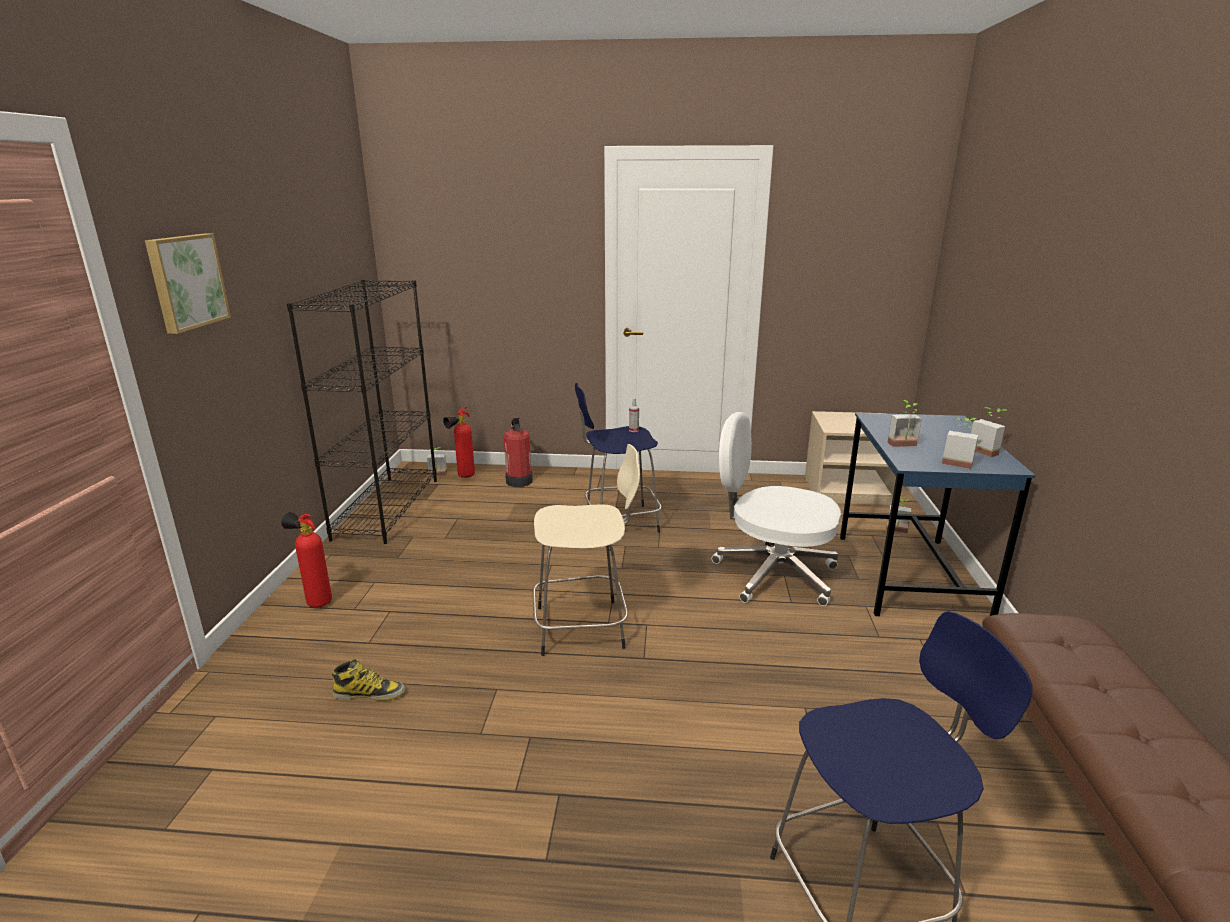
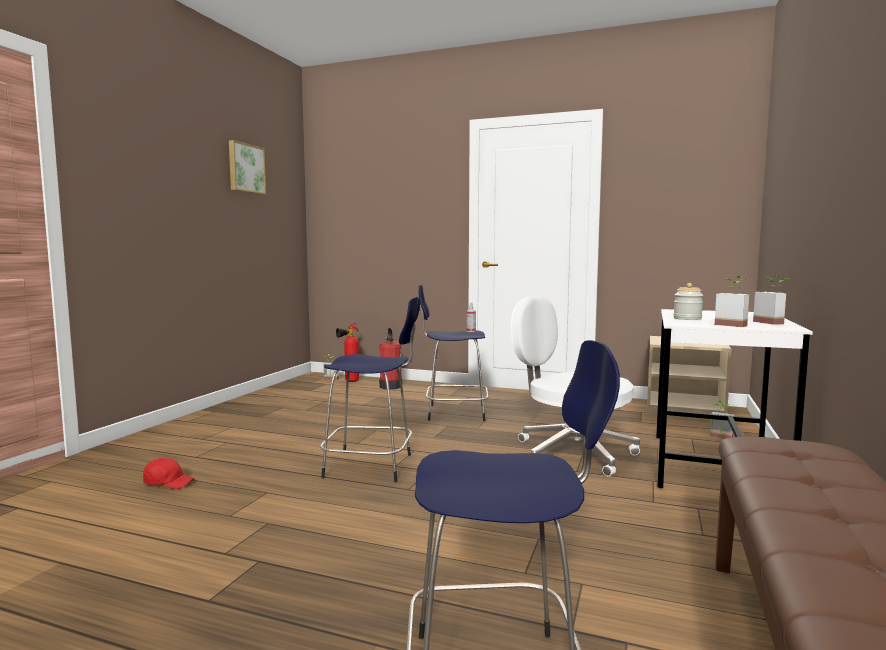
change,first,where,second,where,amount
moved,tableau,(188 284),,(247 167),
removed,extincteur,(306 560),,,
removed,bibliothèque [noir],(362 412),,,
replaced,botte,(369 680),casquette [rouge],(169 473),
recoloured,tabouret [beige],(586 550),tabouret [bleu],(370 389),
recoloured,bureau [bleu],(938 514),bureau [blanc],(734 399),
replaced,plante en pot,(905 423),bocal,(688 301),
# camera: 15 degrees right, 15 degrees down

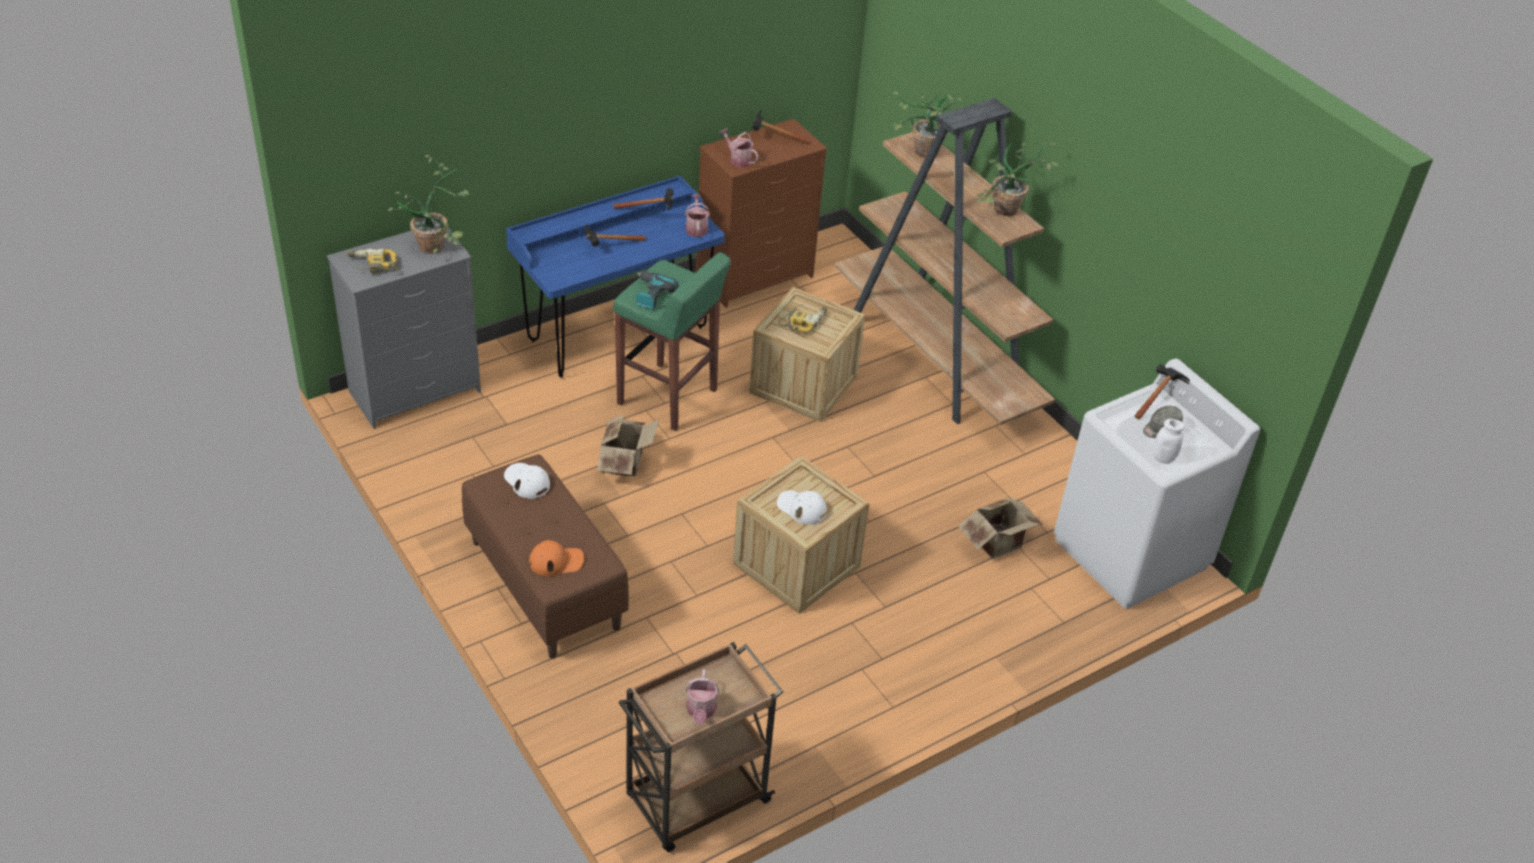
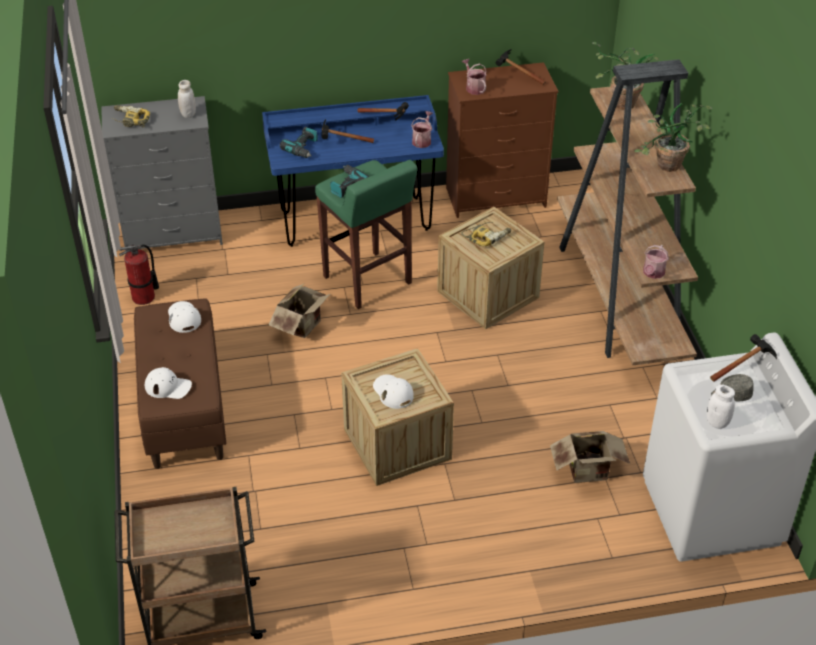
change,first,where,second,where,amount
replaced,plante en pot,(428 204),bocal [blanc],(187 99),
recoloured,casquette [orange],(556 558),casquette [blanc],(168 383),
moved,arrosoir,(702 696),,(656 262),
added,,,extincteur,(139 274),
added,,,perceuse,(299 142),
# camera: 25 degrees right, 0 degrees up

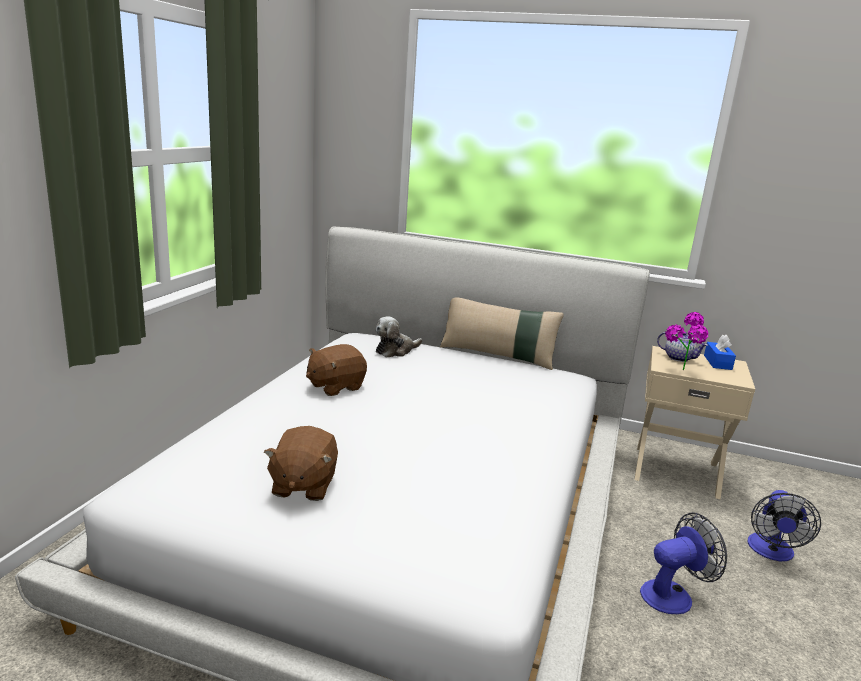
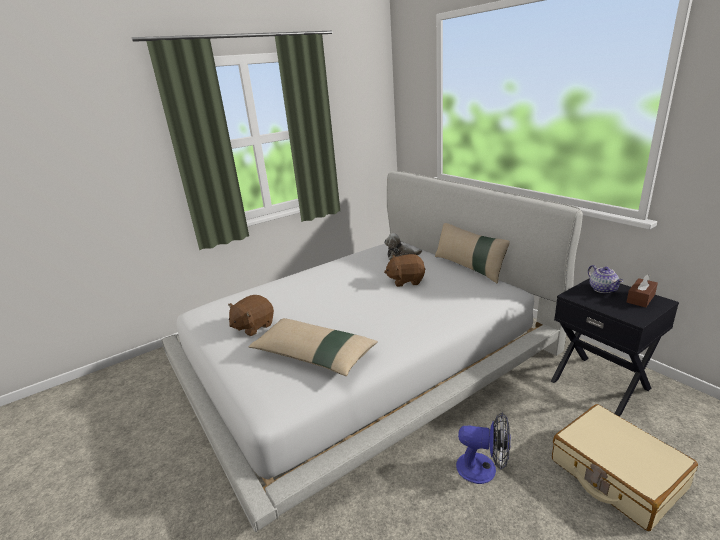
change,first,where,second,where,amount
moved,peluche [marron],(336 370),,(404 270),
recoloured,table de chevet [beige],(695 422),table de chevet [noir],(615 347),
removed,plante en pot,(687 341),,,
recoloured,boîte à mouchoirs [bleu],(720 352),boîte à mouchoirs [marron],(642 291),
replaced,ventilateur,(784 525),valise [beige],(625 467),
added,,,coussin [beige],(313 347),
# camera: 40 degrees right, 5 degrees up

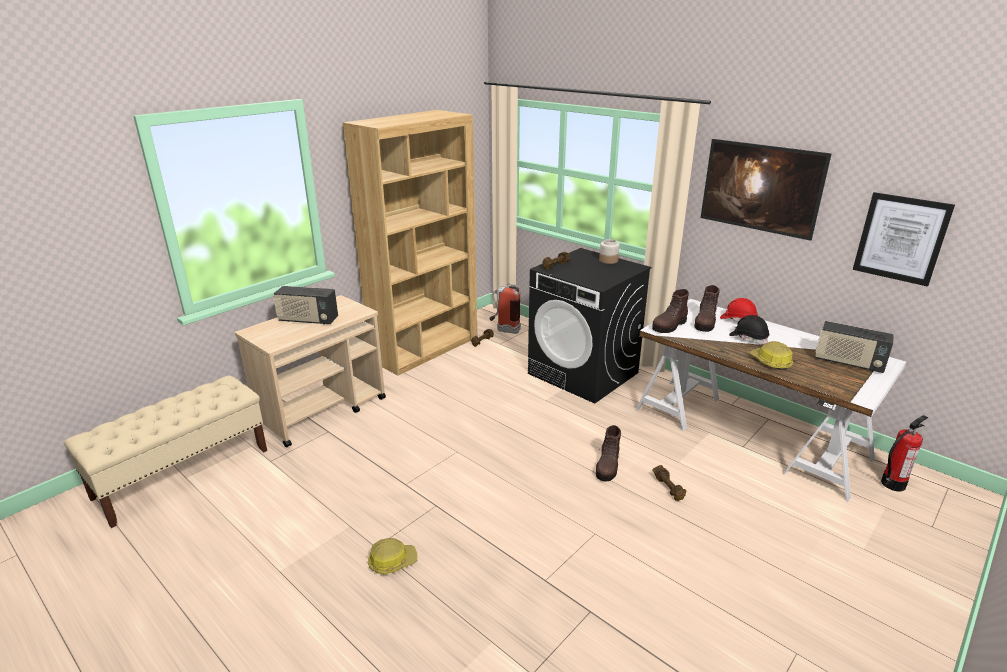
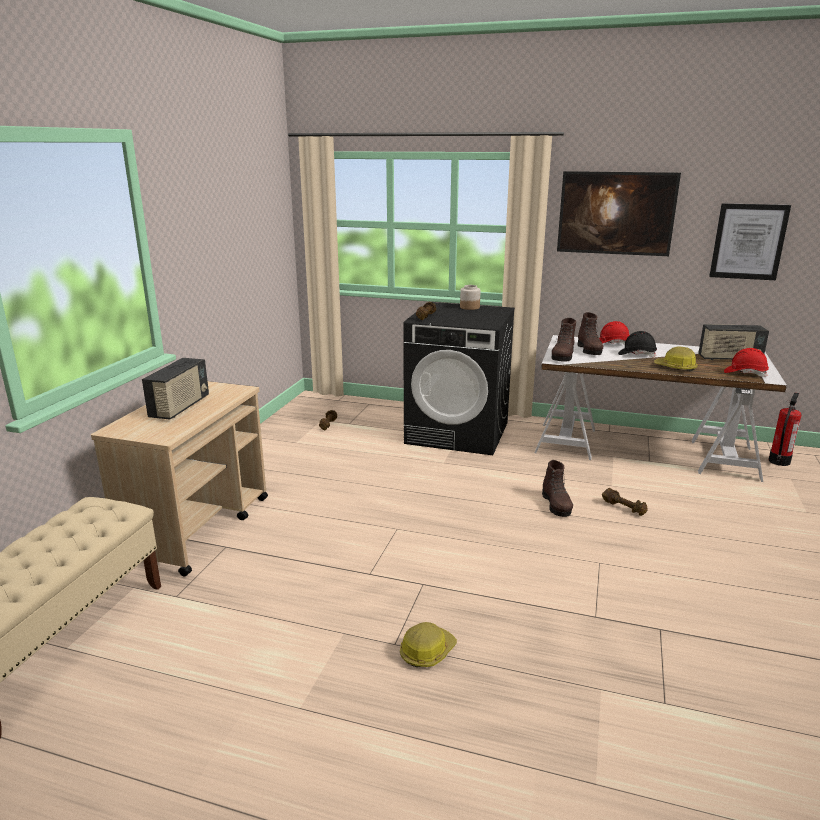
change,first,where,second,where,amount
turned,radio,(305 305),,(175 389),60 degrees counterclockwise
removed,bibliothèque [marron],(410 242),,,
removed,extincteur,(505 308),,,
added,,,casque de chantier [rouge],(746 362),
# camera: 25 degrees left, 5 degrees down

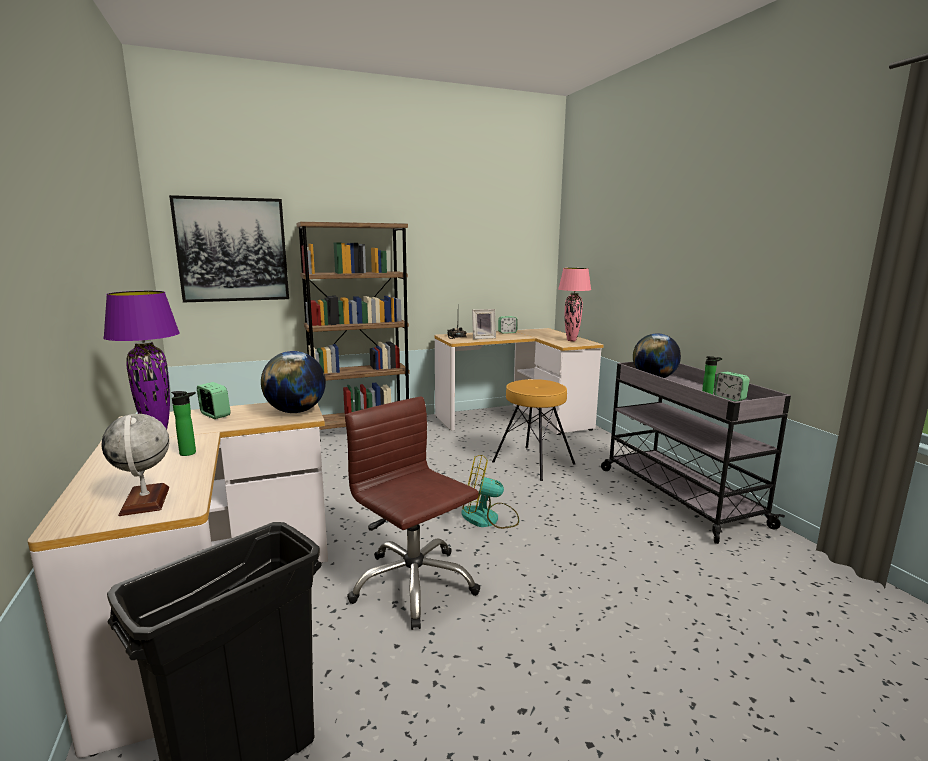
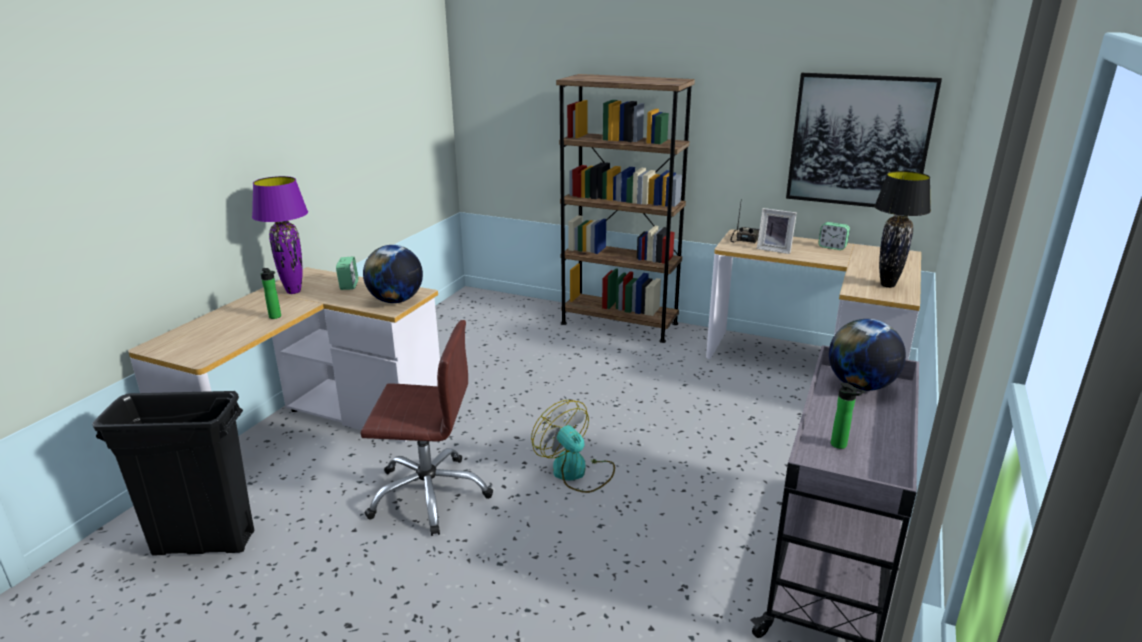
change,first,where,second,where,amount
removed,globe,(135 465),,,
moved,tableau,(229 249),,(864 140),
turned,chaise de bureau [marron],(412 513),,(426 428),90 degrees clockwise
removed,tabouret [marron],(533 430),,,
recoloured,lampe de table [rose],(574 304),lampe de table [noir],(902 229),
removed,réveil,(732 387),,,
# camera: 45 degrees right, 10 degrees up

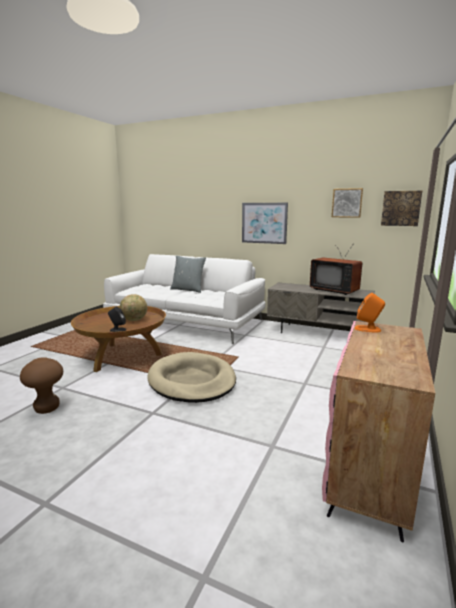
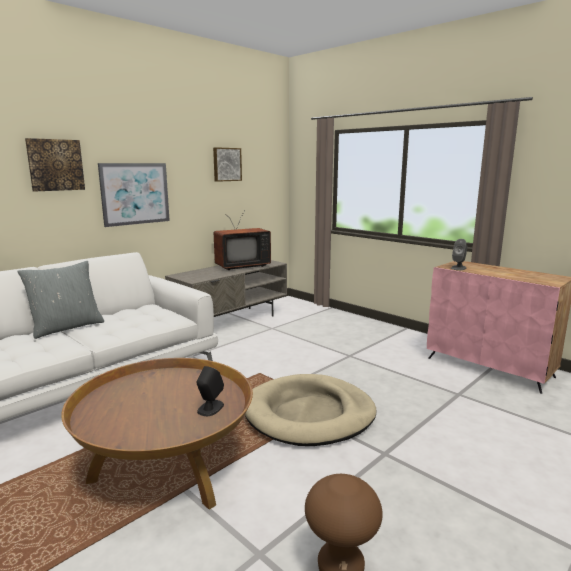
change,first,where,second,where,amount
removed,globe,(133 307),,,
recoloured,enceinte [orange],(370 312),enceinte [gris],(459 254),
moved,tableau,(401 208),,(55 165),
# camera: 70 degrees left, 0 degrees up

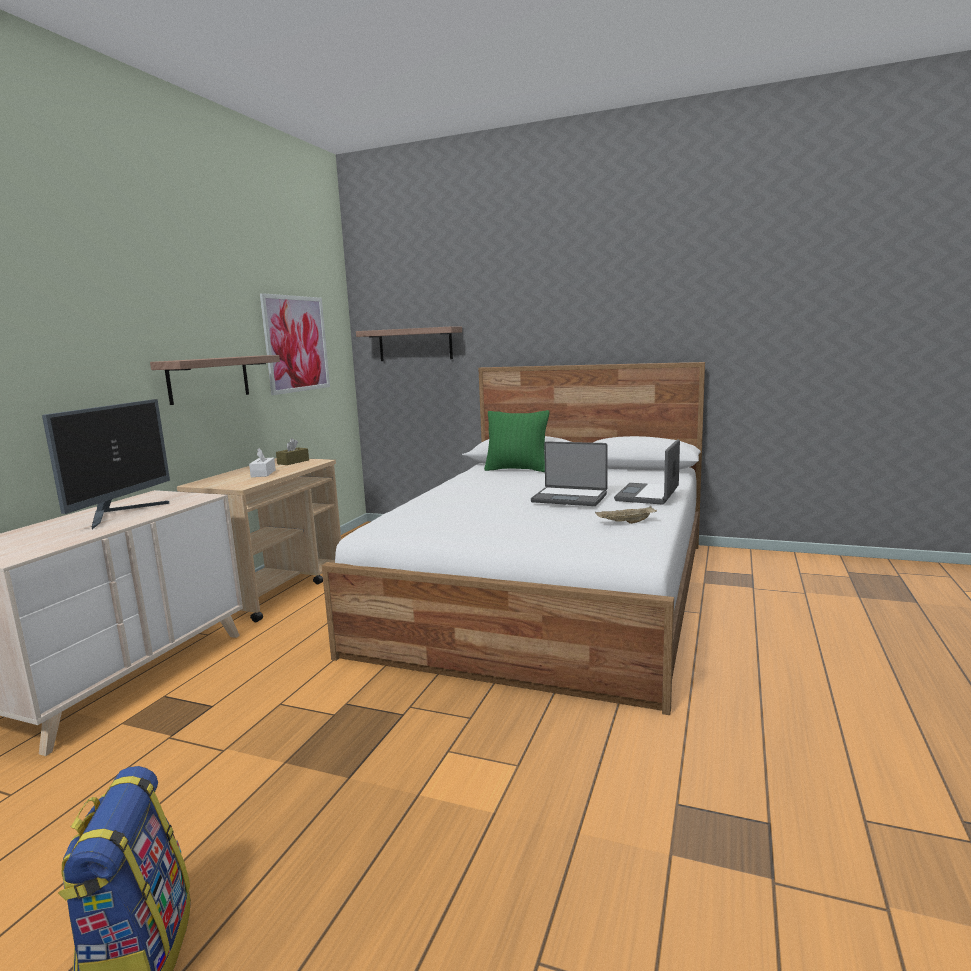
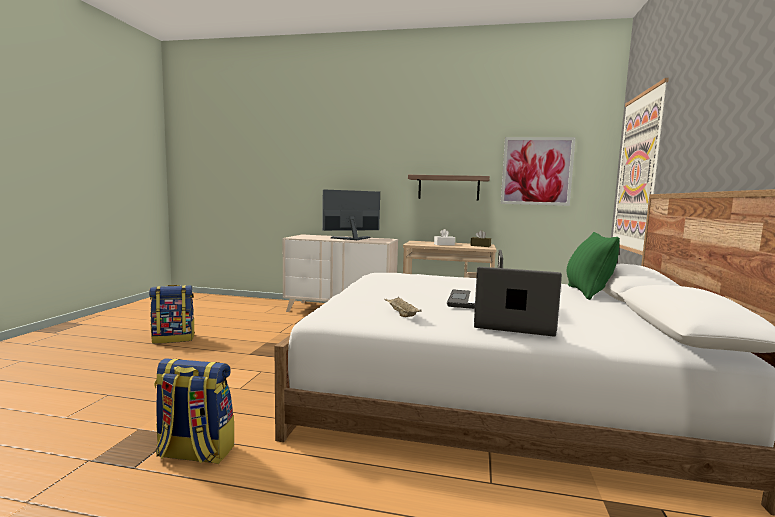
change,first,where,second,where,amount
turned,écran d'ordinateur,(106 464),,(351 214),150 degrees clockwise
replaced,étagère,(409 344),tableau,(641 166),
added,,,sac à dos,(194 411),
# camera: 80 degrees right, 5 degrees down

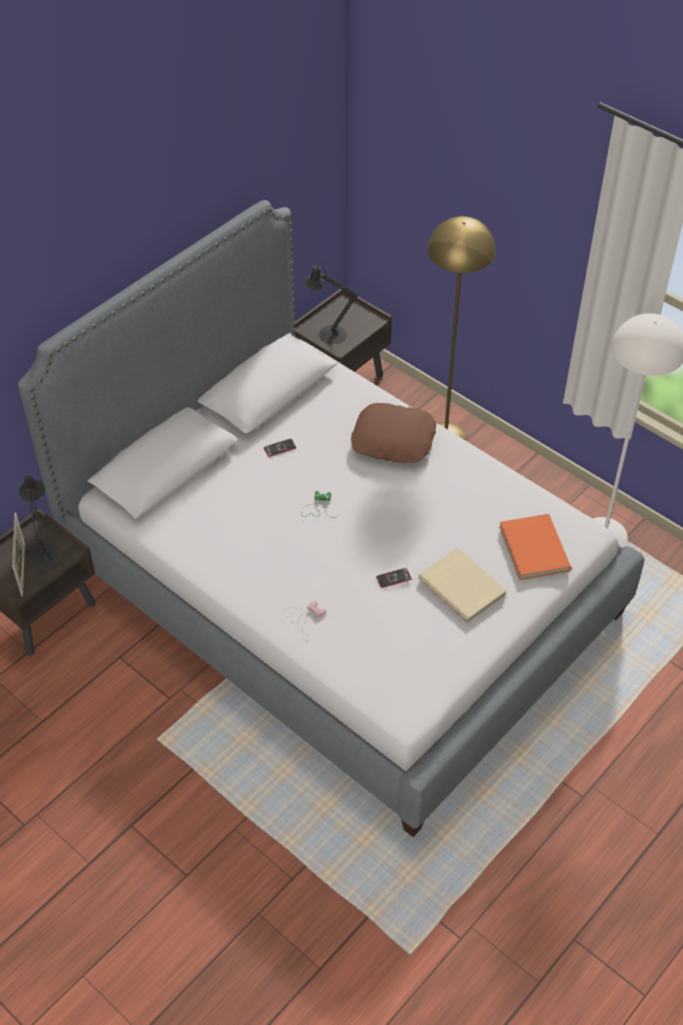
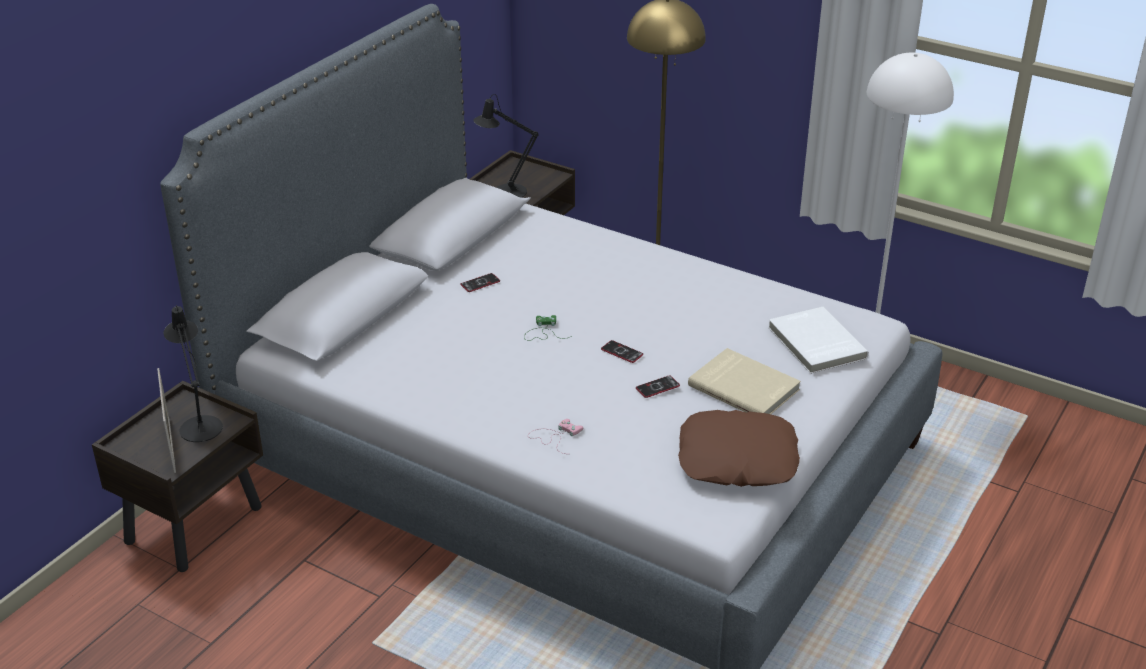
change,first,where,second,where,amount
moved,coussin [marron],(393 433),,(739 448),
recoloured,livre [orange],(535 547),livre [blanc],(818 340),
added,,,téléphone,(622 351),
# camera: 10 degrees left, 15 degrees down

